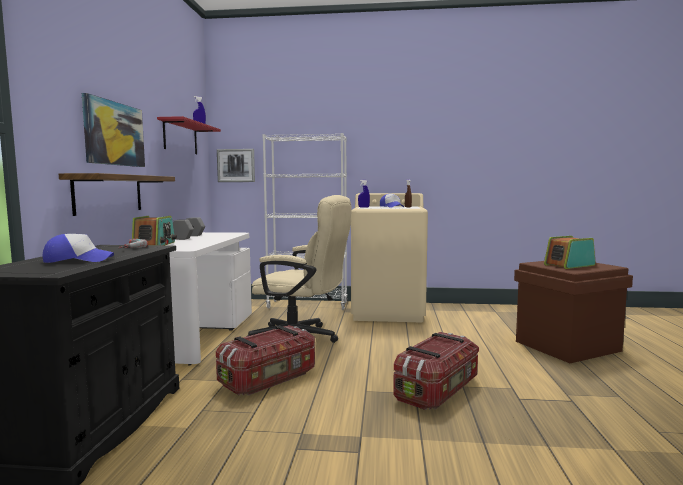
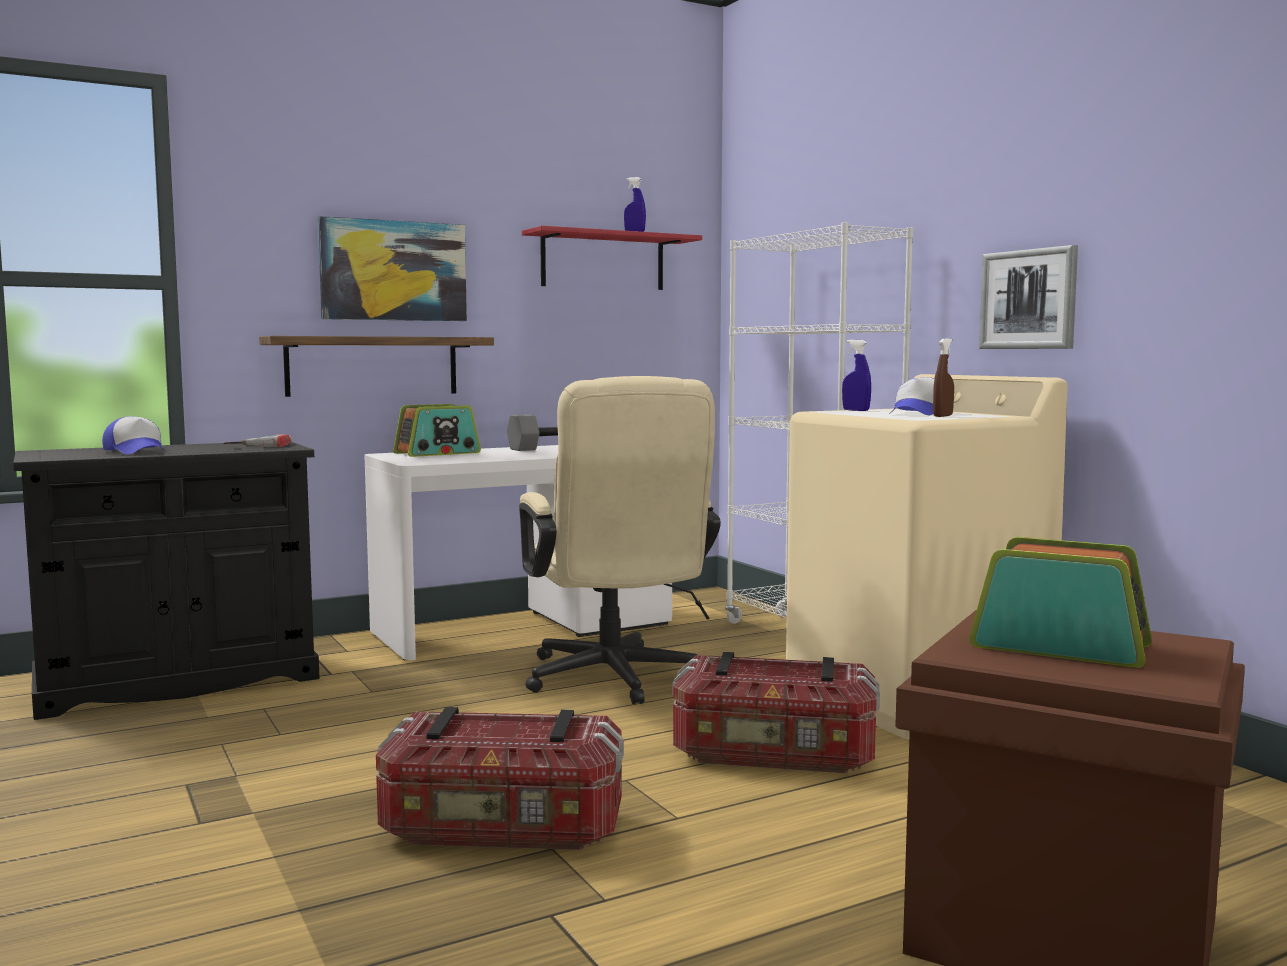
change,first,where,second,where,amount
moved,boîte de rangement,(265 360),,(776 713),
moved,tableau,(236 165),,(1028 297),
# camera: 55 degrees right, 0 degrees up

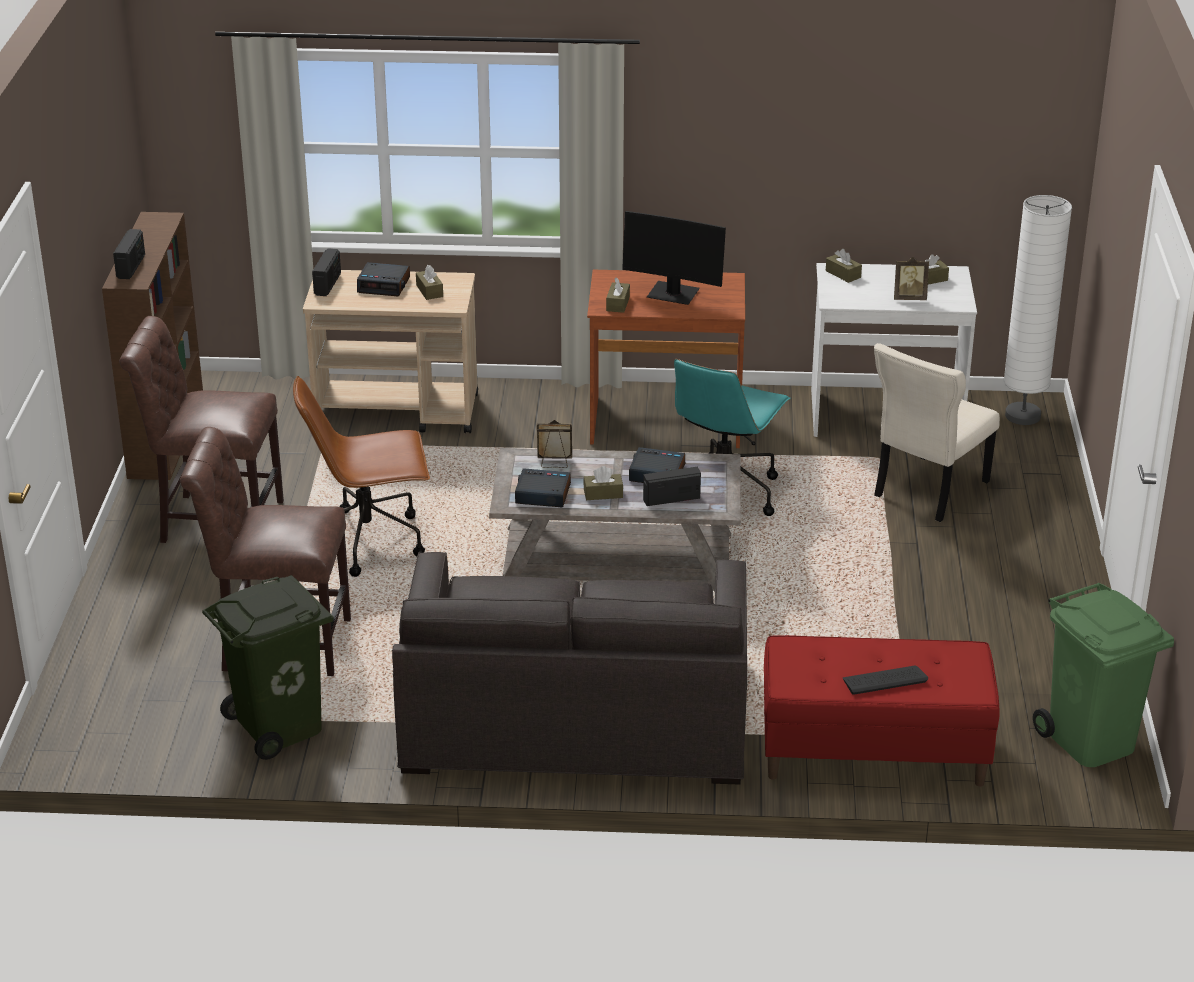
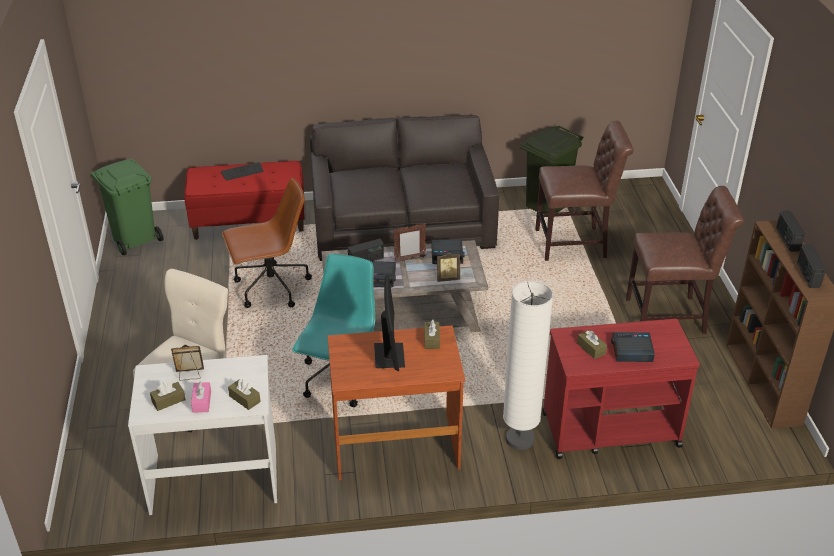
change,first,where,second,where,amount
moved,chaise de bureau [marron],(361 476),,(267 242),
recoloured,chariot [beige],(390 352),chariot [rouge],(621 389),
moved,radio,(326 272),,(811 266),
replaced,boîte à mouchoirs [marron],(603 483),cadre photo,(409 242),
turned,écran d'ordinateur,(674 258),,(389 322),75 degrees clockwise
moved,lampadaire [blanc],(1038 310),,(528 365),
added,,,boîte à mouchoirs [rose],(201 397),
# camera: 170 degrees right, 5 degrees up

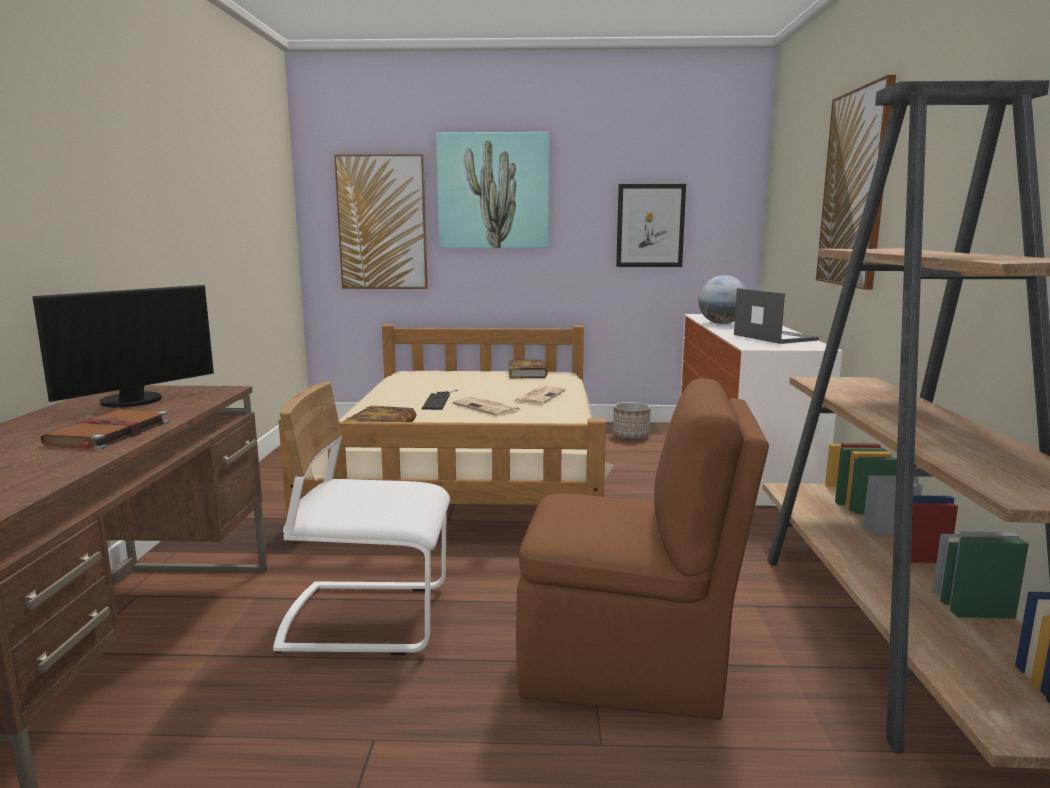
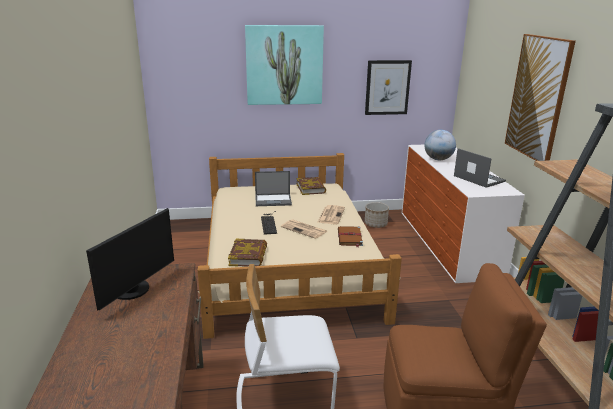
change,first,where,second,where,amount
moved,livre [marron],(104 430),,(350 236),
removed,tableau,(381 221),,,
added,,,ordinateur portable,(273 188),
# camera: 10 degrees left, 10 degrees up

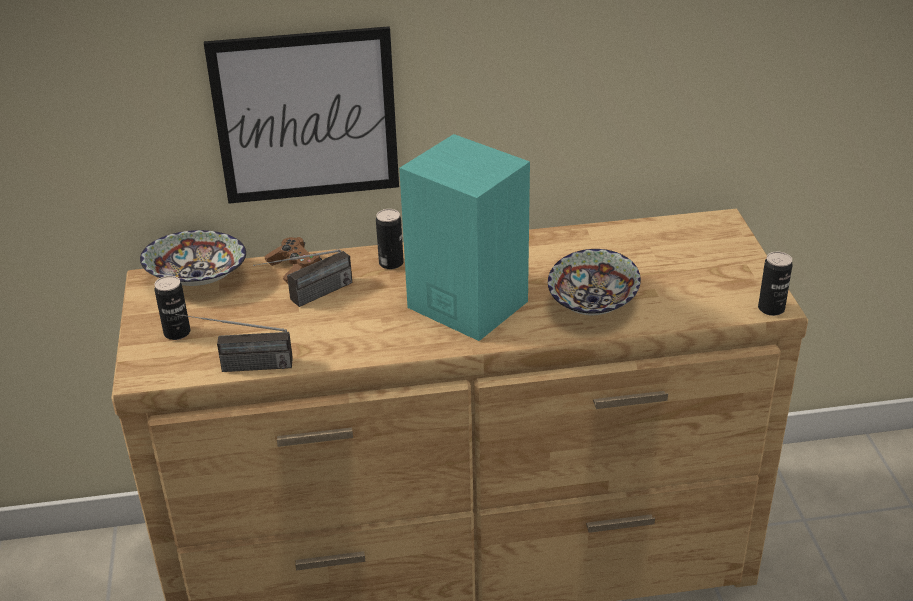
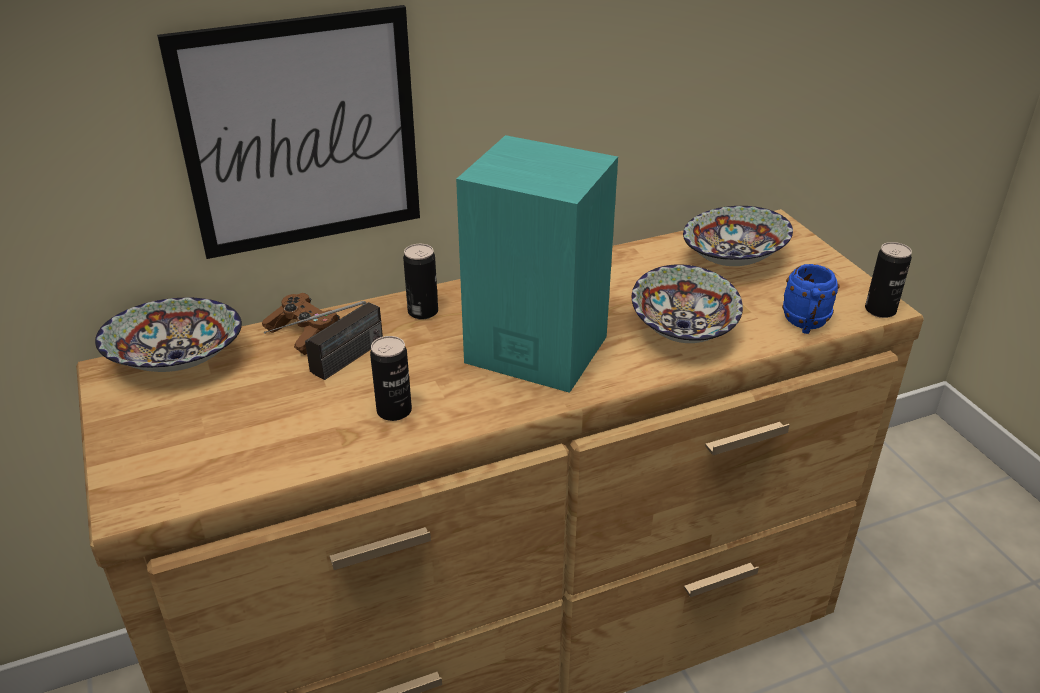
change,first,where,second,where,amount
moved,boîte métallique,(172 308),,(391 378),
removed,radio,(234 343),,,
added,,,bol,(738 236),
added,,,mug [bleu],(811 299),
# camera: 15 degrees left, 0 degrees up

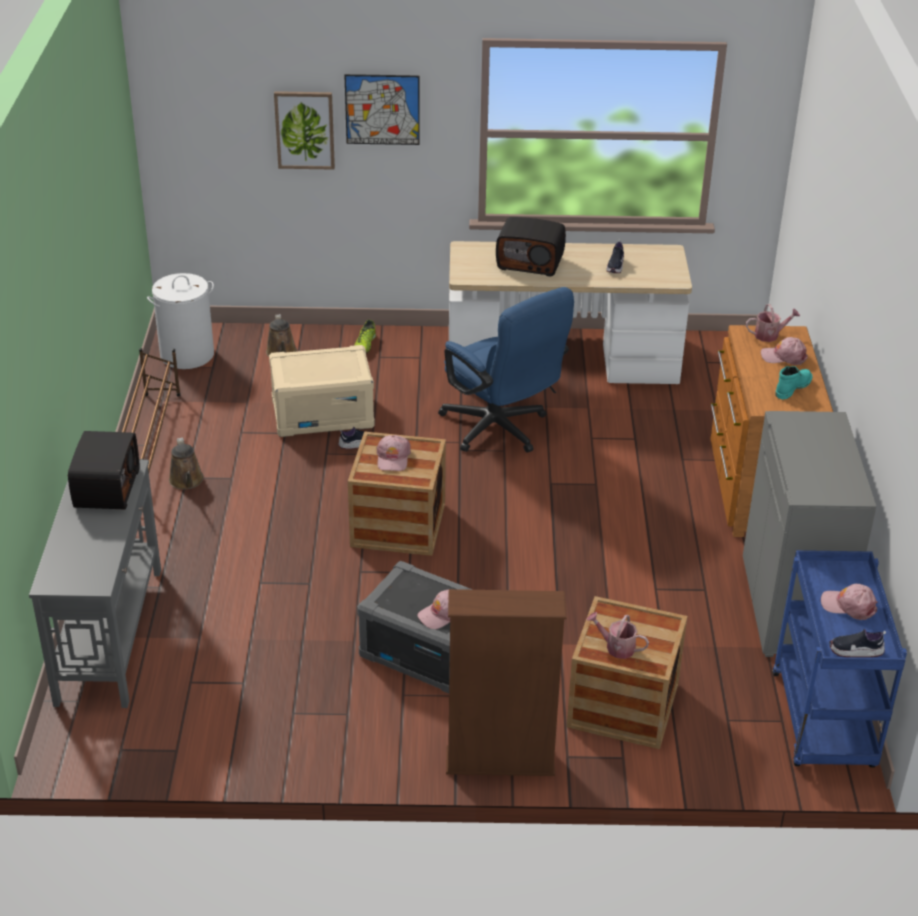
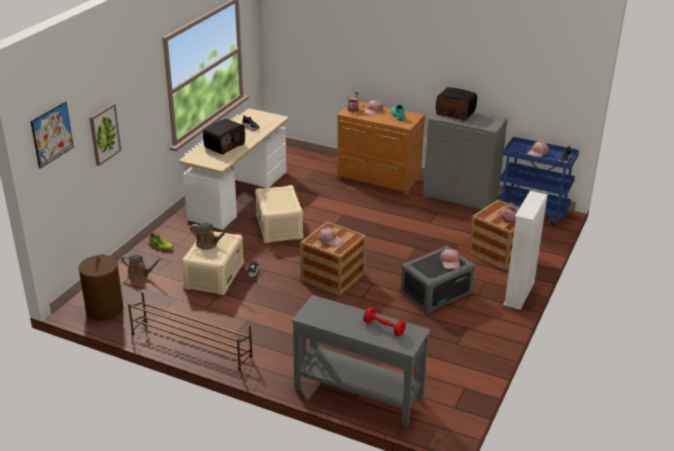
change,first,where,second,where,amount
moved,radio,(104 470),,(456 104),
recoloured,panier à linge [blanc],(180 321),panier à linge [marron],(100 287),
moved,arrosoir [marron],(186 463),,(212 236),
moved,tableau,(382 109),,(52 135),
replaced,chaise de bureau [bleu],(506 369),boîte de rangement [beige],(279 214),
recoloured,bibliothèque [marron],(506 682),bibliothèque [blanc],(525 250),
added,,,haltère [rouge],(384 321),
# camera: 65 degrees left, 5 degrees down

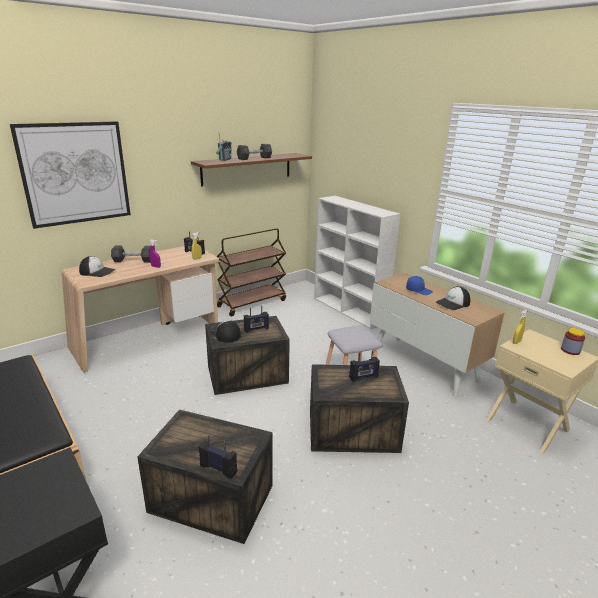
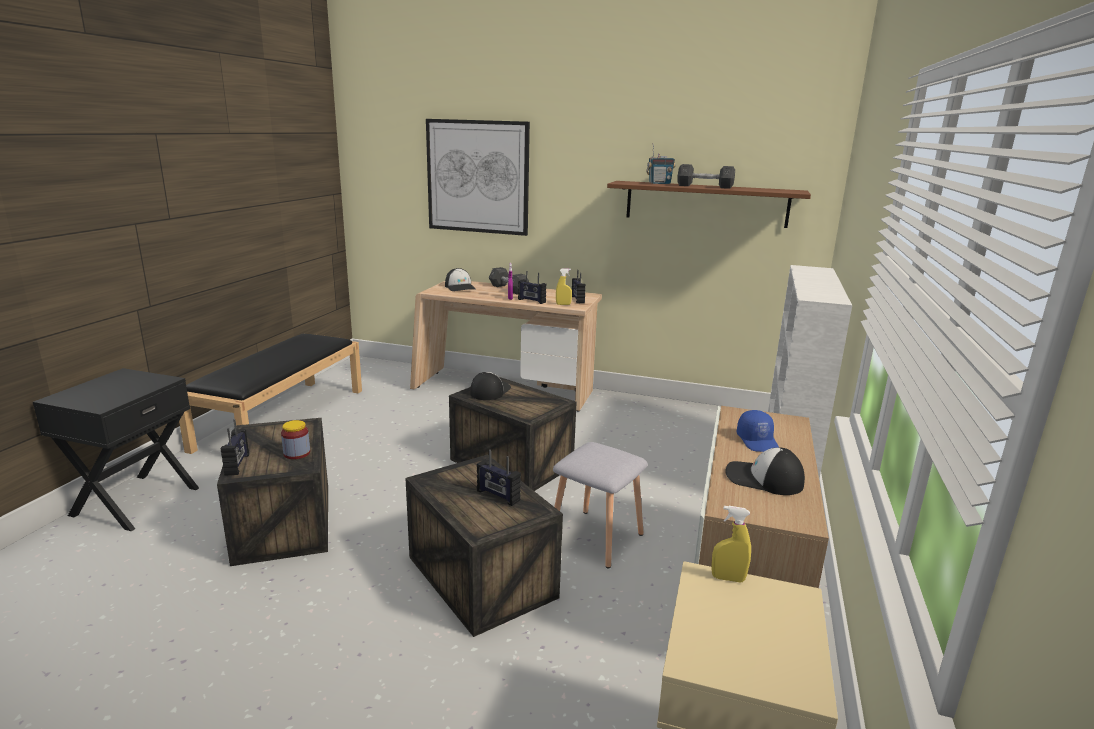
change,first,where,second,where,amount
removed,chariot [marron],(251 272),,,
moved,radio,(256 319),,(532 287),
moved,bocal,(573 341),,(295 439),
# camera: 55 degrees right, 5 degrees down

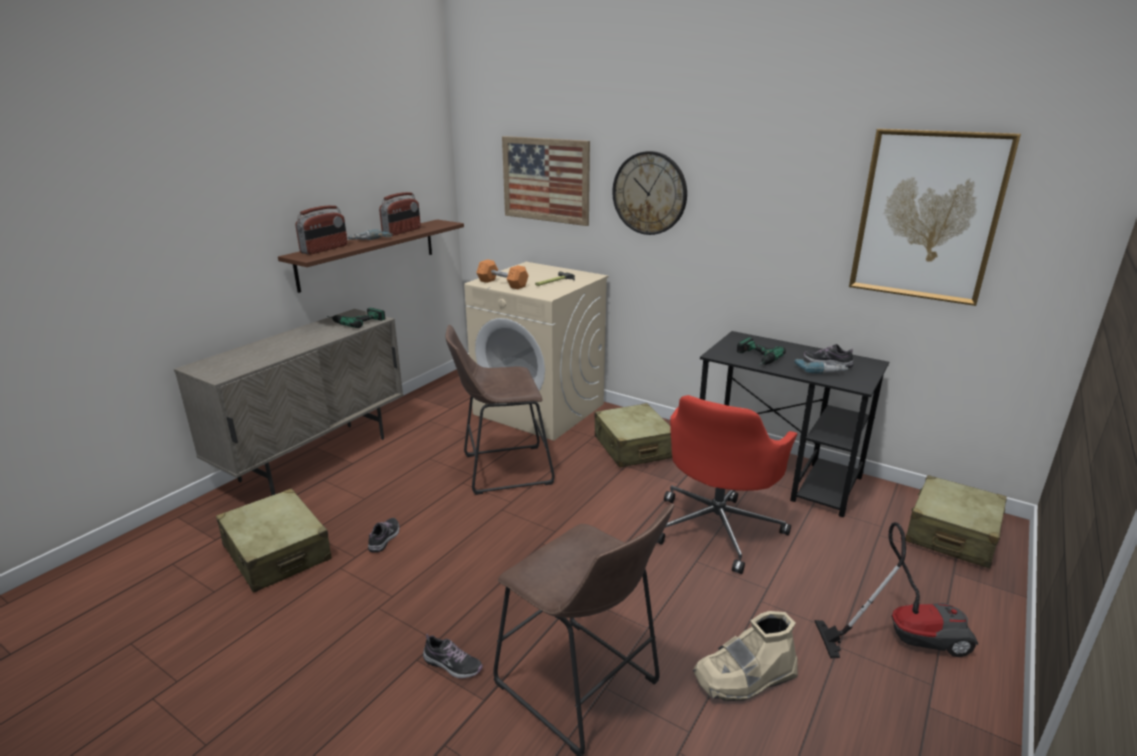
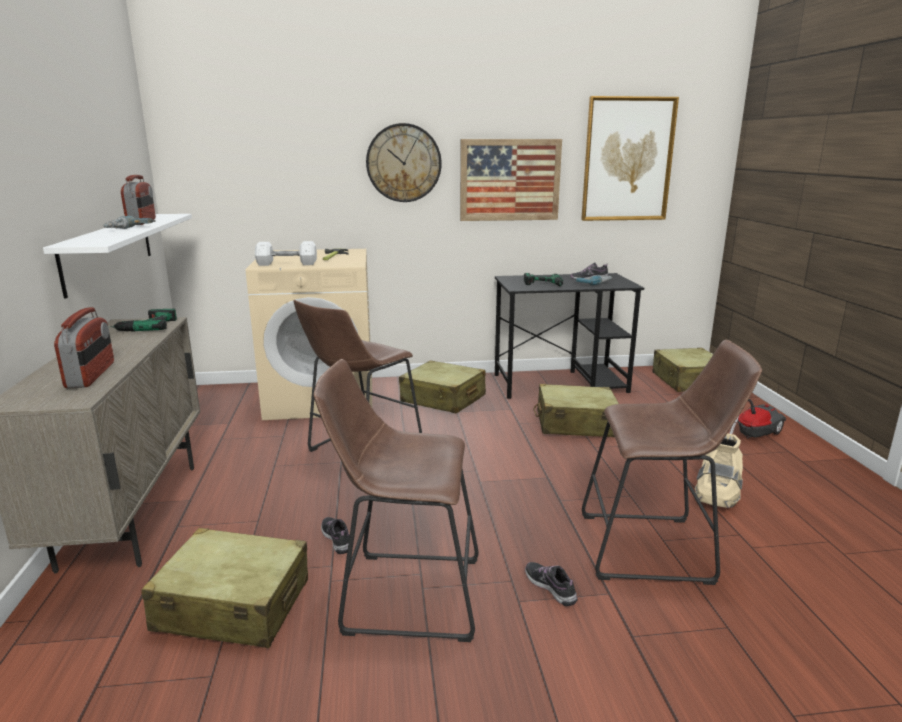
change,first,where,second,where,amount
recoloured,étagère [marron],(371 256),étagère [blanc],(117 256),
moved,radio,(322 230),,(84 347),
turned,chaussure,(453 655),,(551 584),105 degrees counterclockwise
recoloured,haltère [orange],(502 274),haltère [blanc],(286 253),
moved,tableau,(546 181),,(511 180),
replaced,chaise de bureau [rouge],(727 484),valise [beige],(576 410),
added,,,tabouret [marron],(395 500),
# camera: 40 degrees left, 5 degrees down

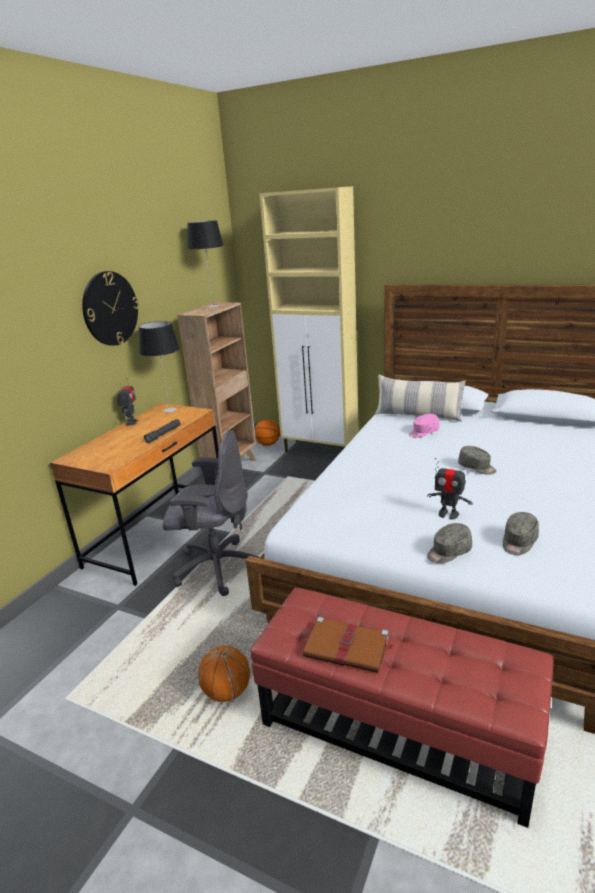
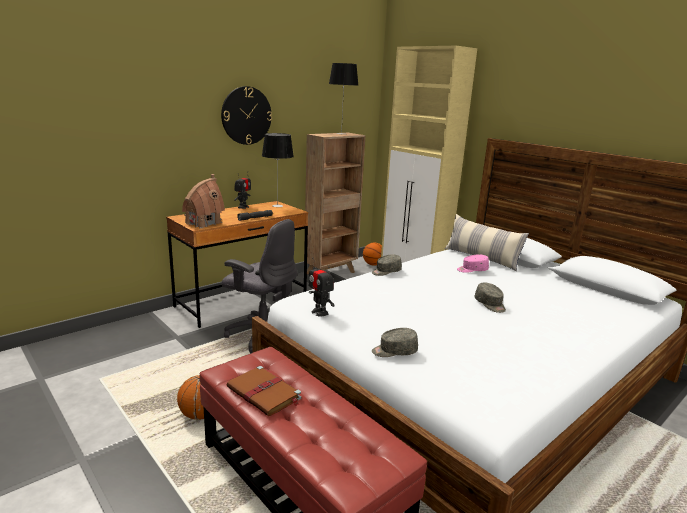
change,first,where,second,where,amount
moved,robot jouet,(450 488),,(321 286),
moved,casquette [gris],(521 533),,(387 265),
added,,,maison miniature,(203 201),
# camera: 20 degrees right, 5 degrees down

